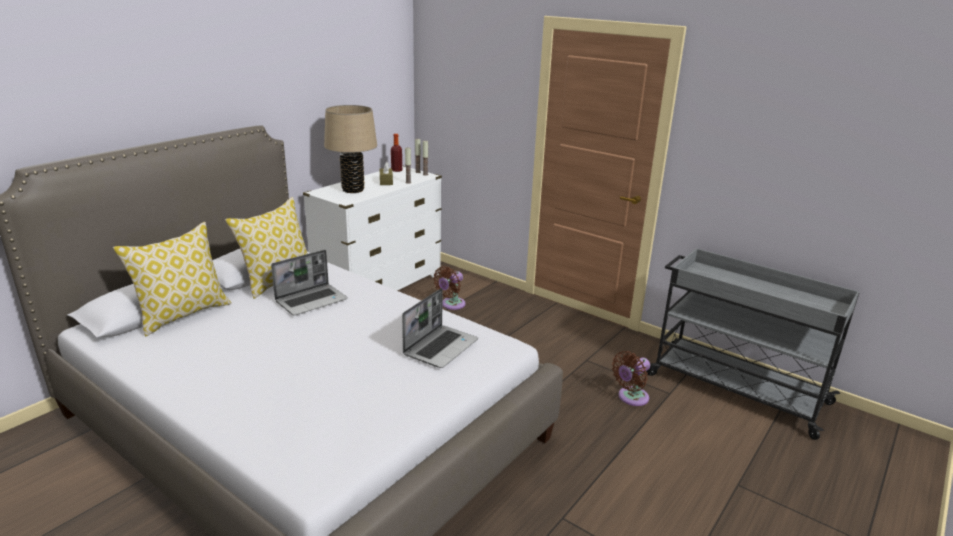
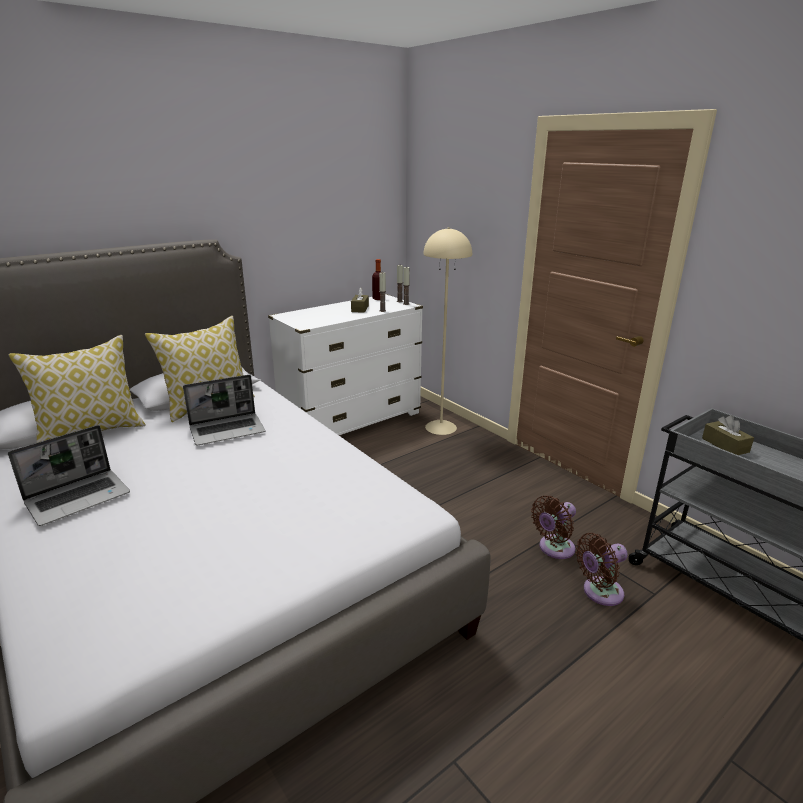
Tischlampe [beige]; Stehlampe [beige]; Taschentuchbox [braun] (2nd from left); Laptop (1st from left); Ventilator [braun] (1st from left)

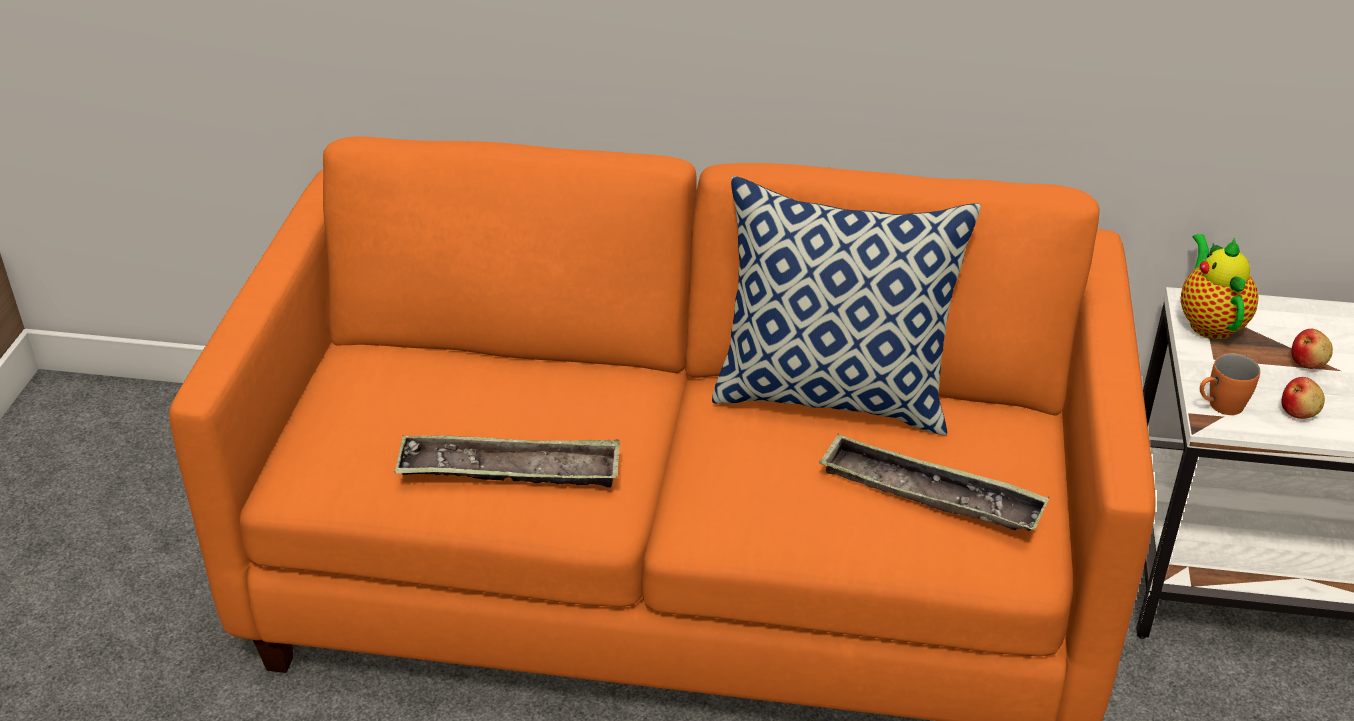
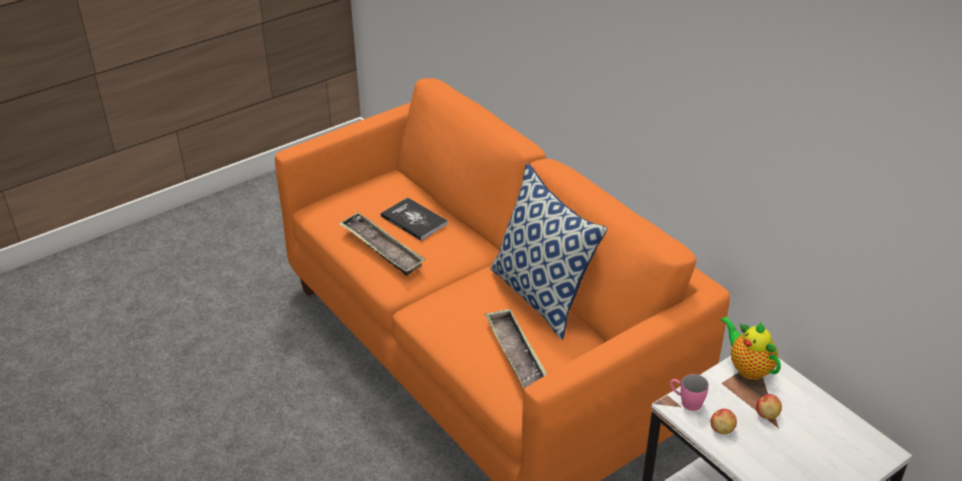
Buch; Henkelbecher [rosa]; Teekanne

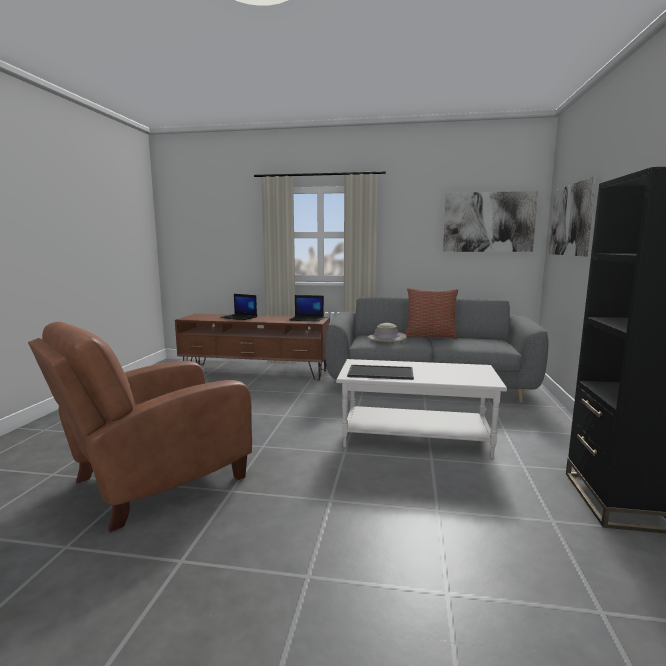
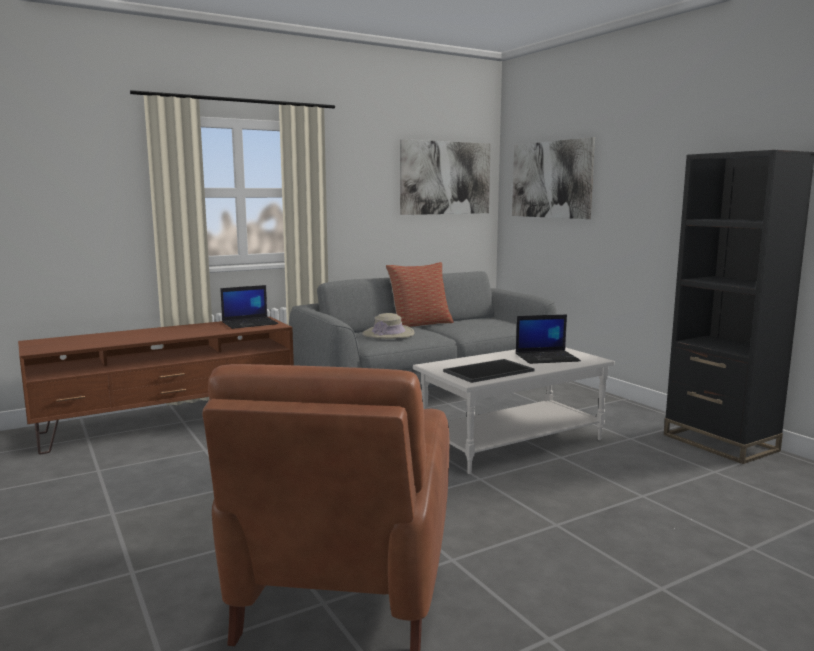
Laptop (2nd from left)

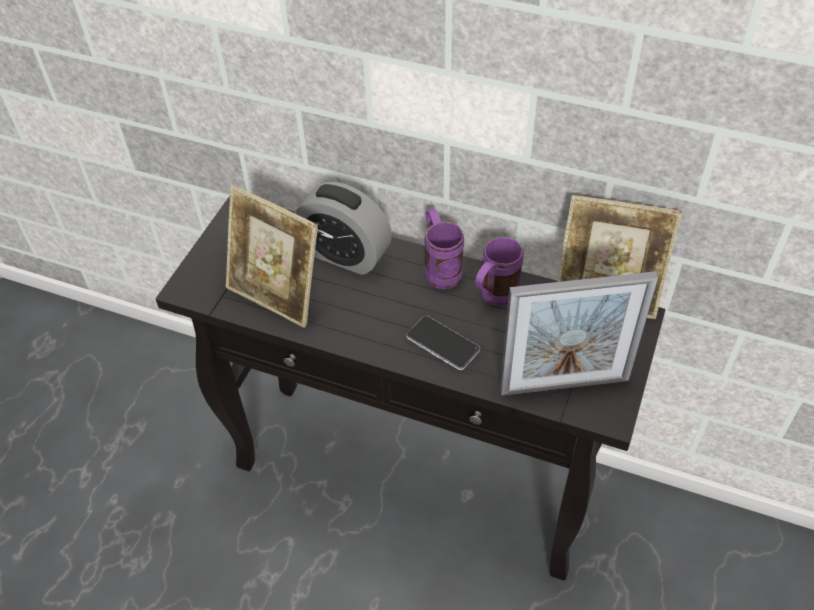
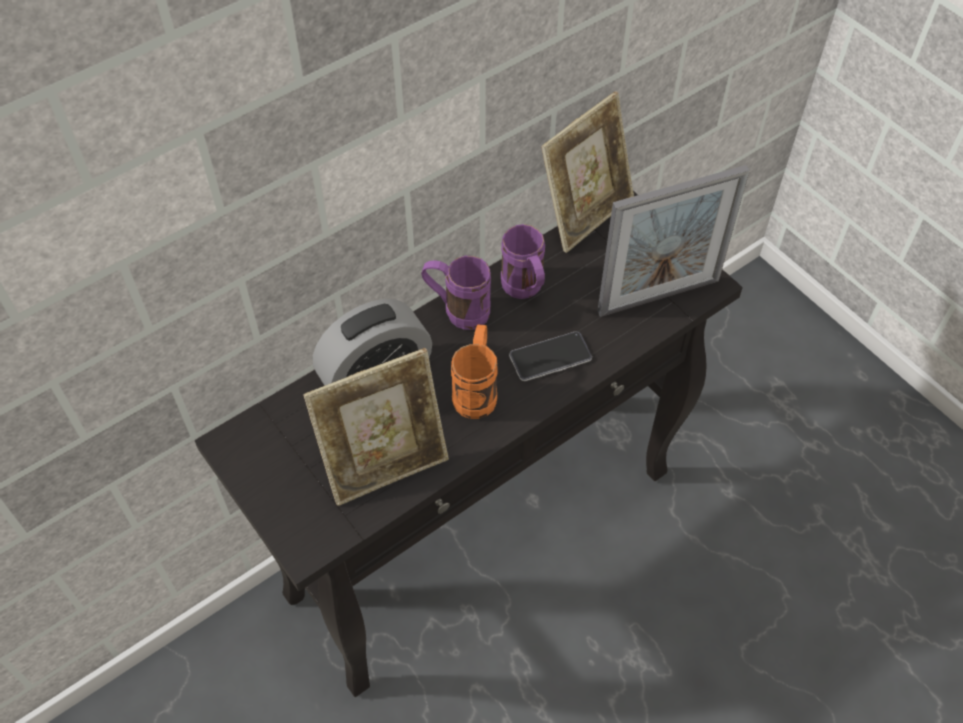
Henkelbecher [orange]; Bilderrahmen (3rd from left)

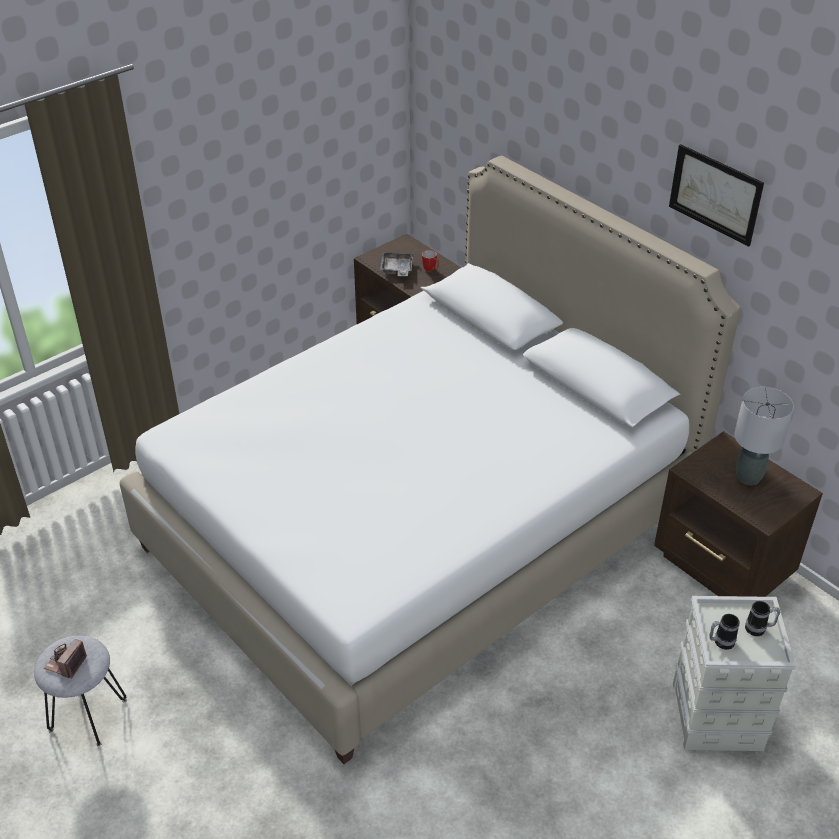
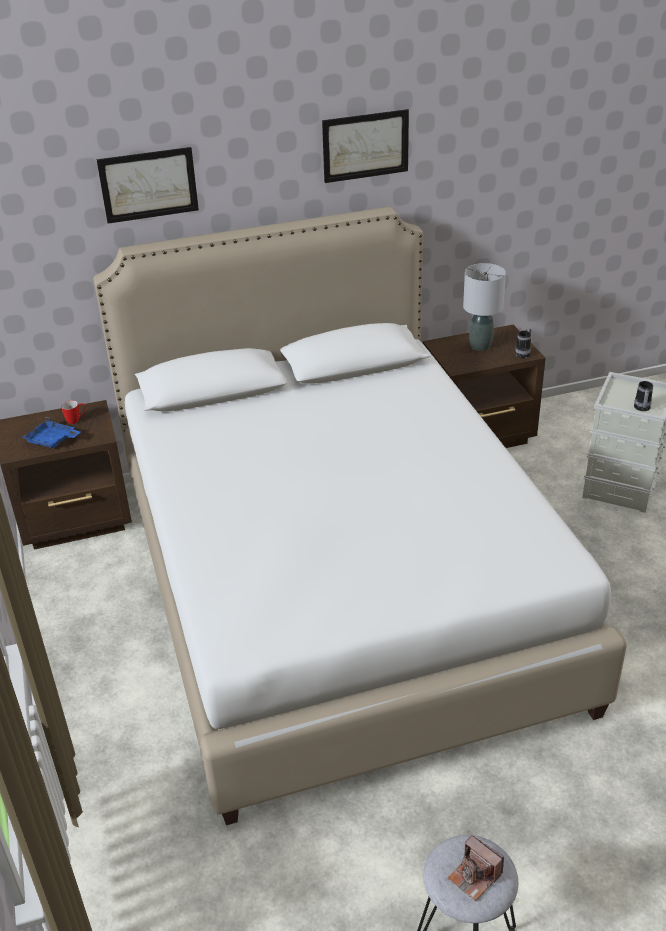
Bild (1st from left); Henkelbecher (2nd from left); Tablett [blau]

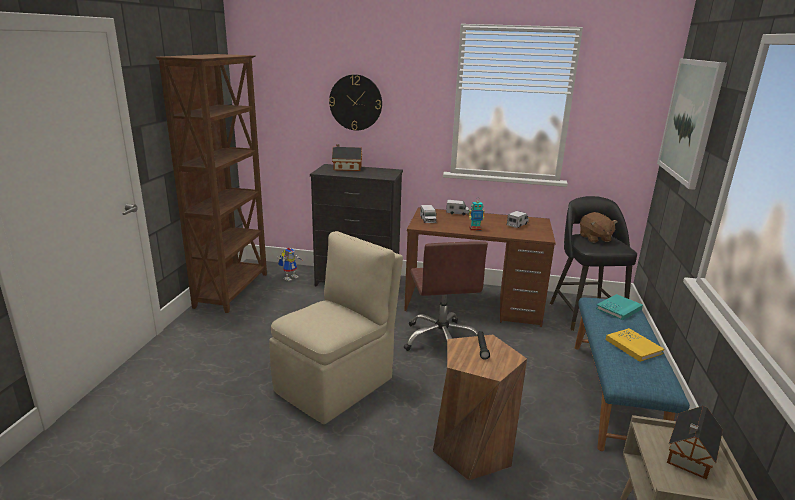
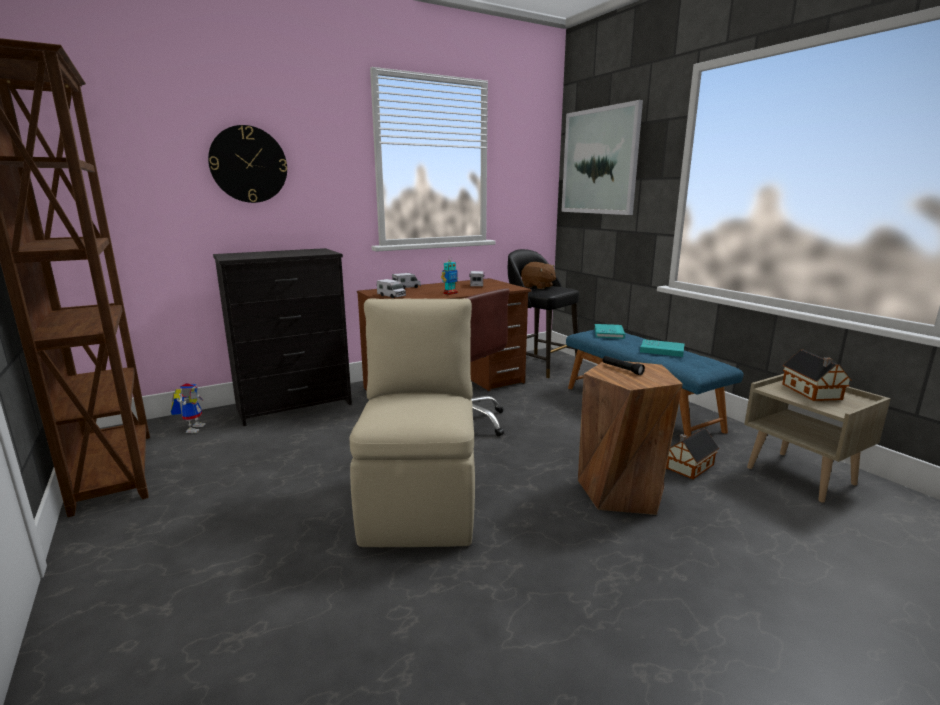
Spielzeughaus (1st from left); Buch [türkis] (2nd from left)

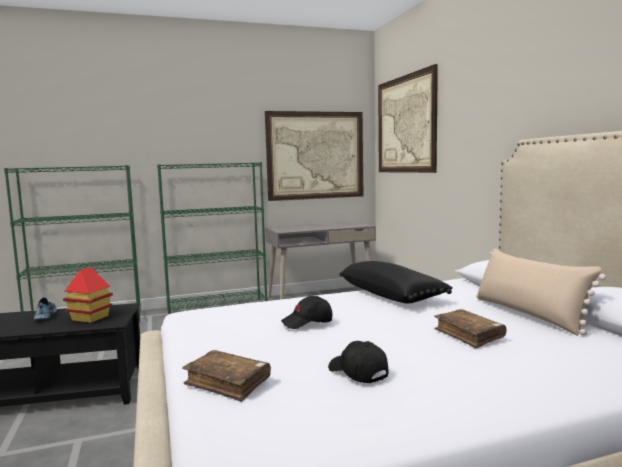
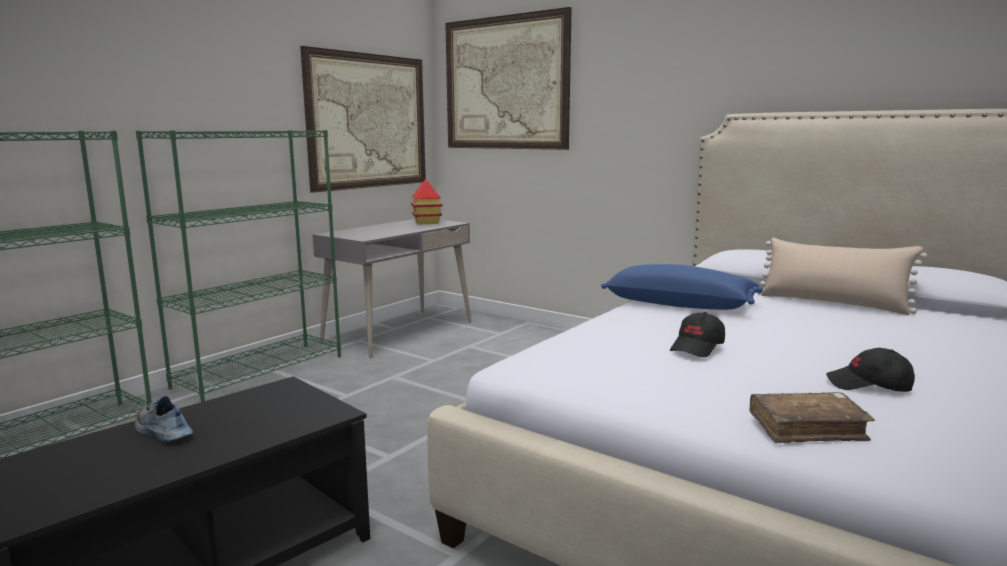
Buch [braun] (2nd from left in the first image); Spielzeughaus; Kissen [blau]

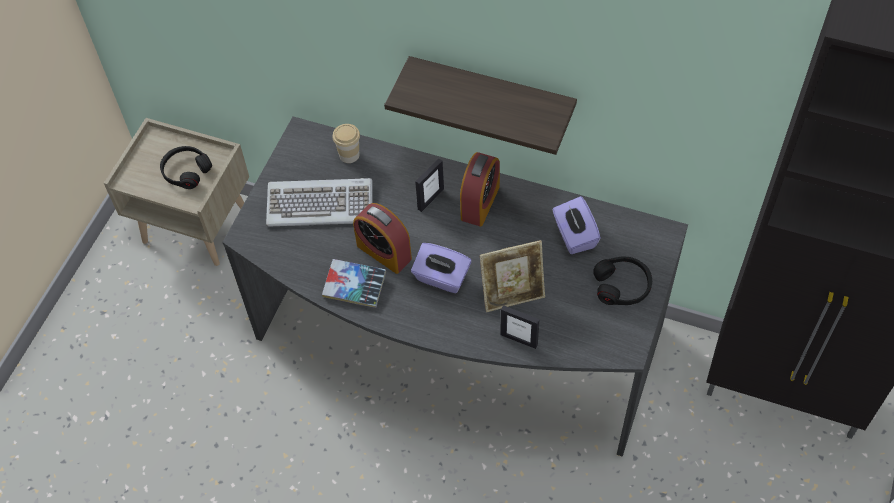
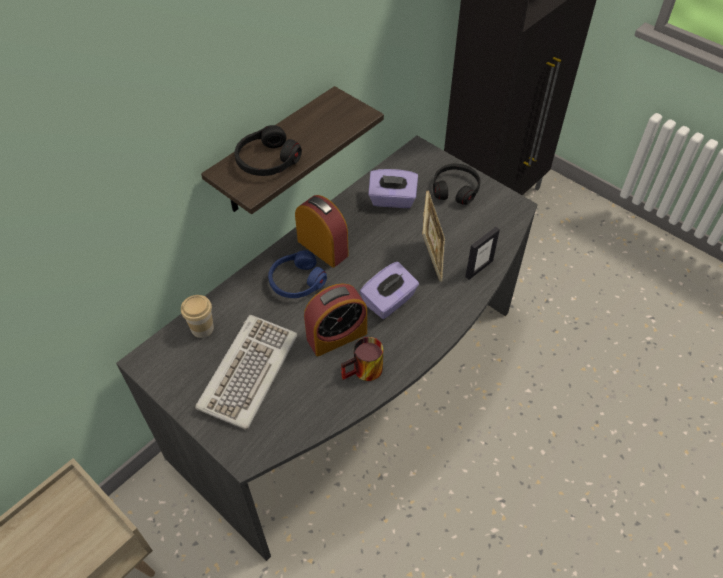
Kopfhörer [schwarz] (1st from left); Henkelbecher; Kopfhörer [blau]

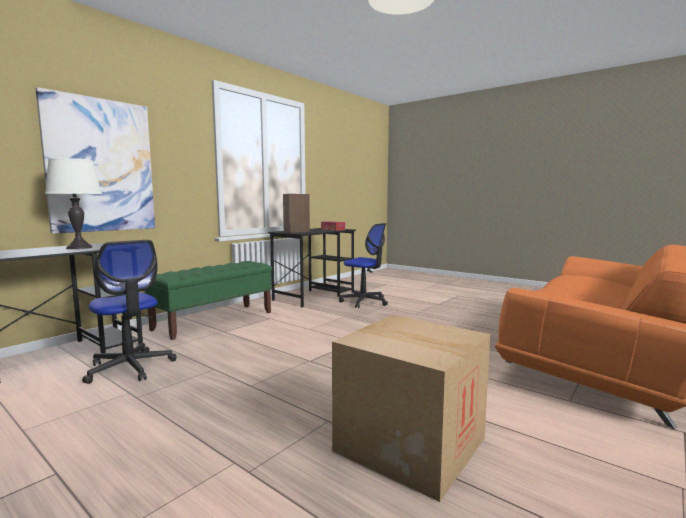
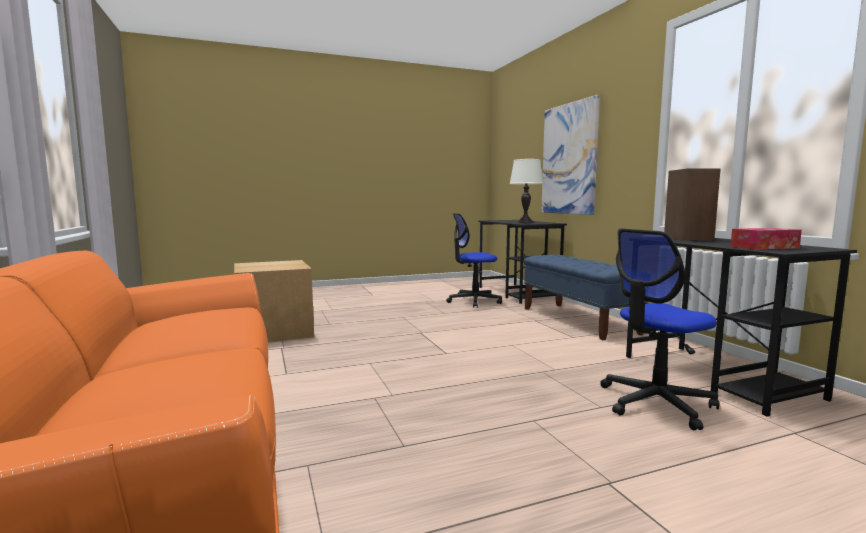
Bank [blau]

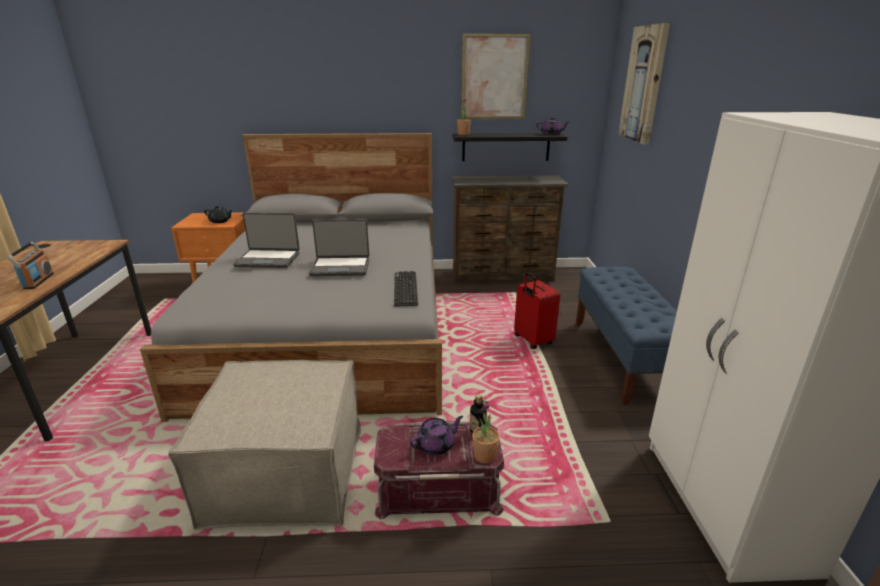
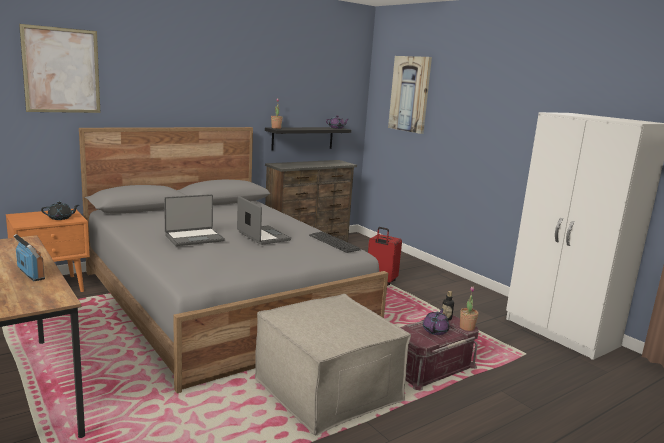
Bank [blau]; Bild (1st from left); Laptop (2nd from left)

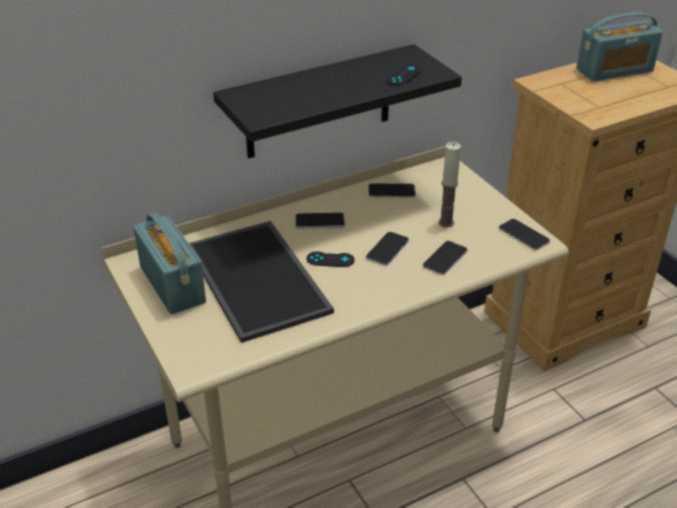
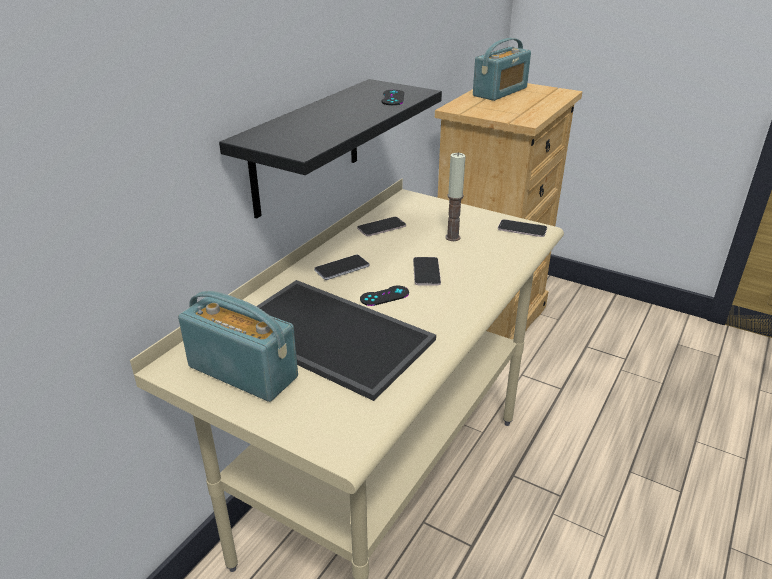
Handy (4th from left in the first image)

